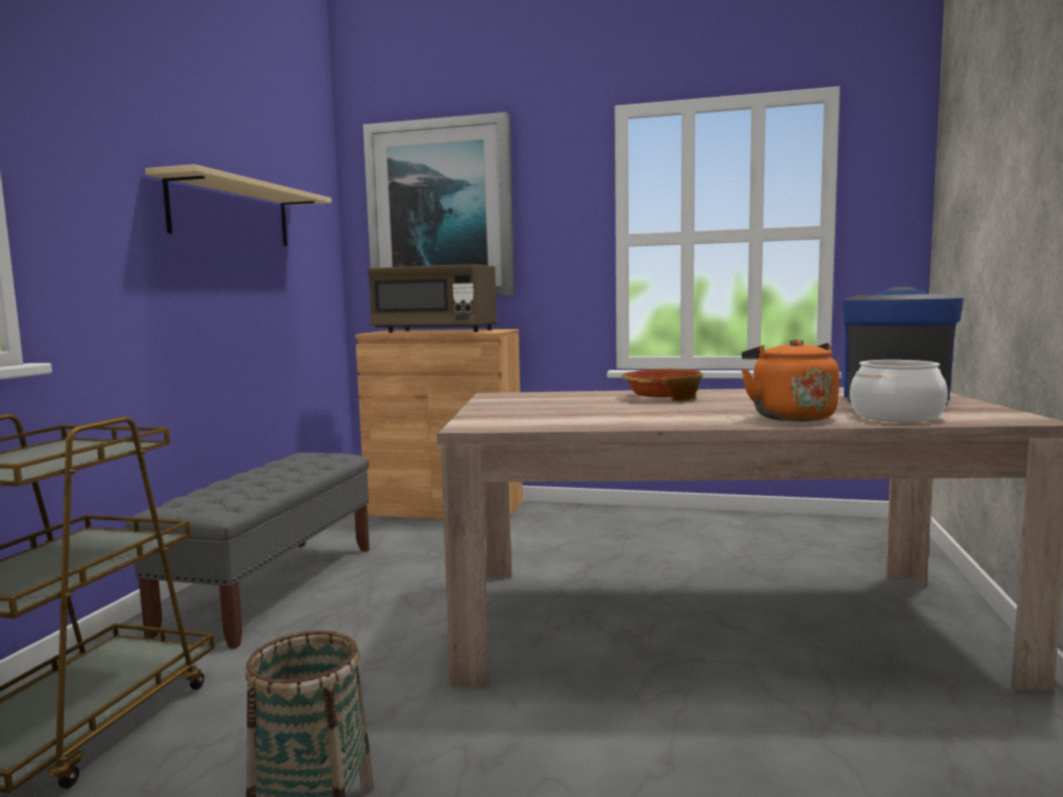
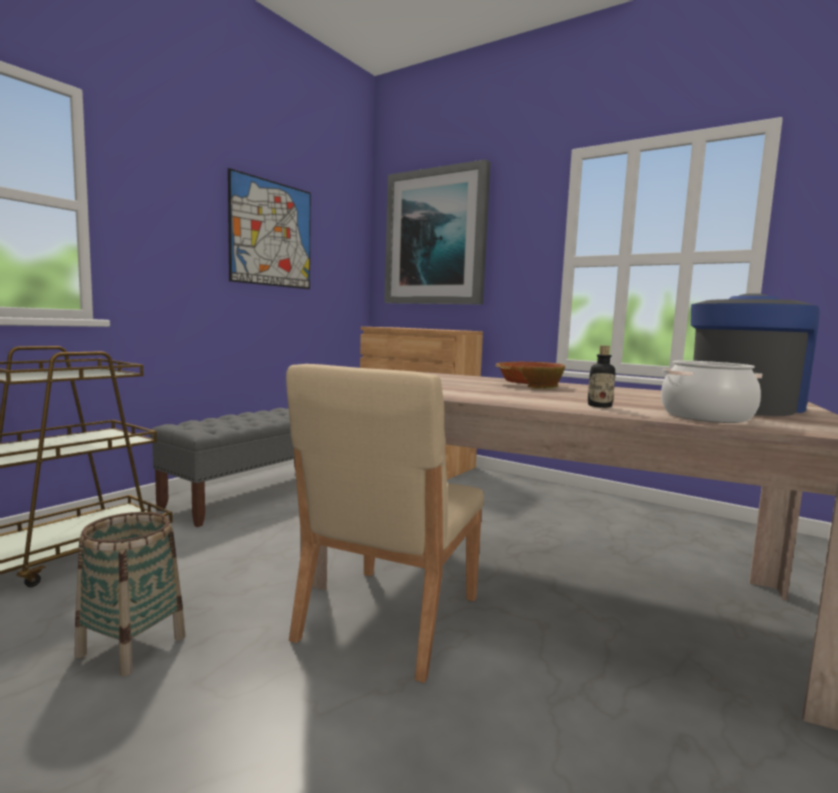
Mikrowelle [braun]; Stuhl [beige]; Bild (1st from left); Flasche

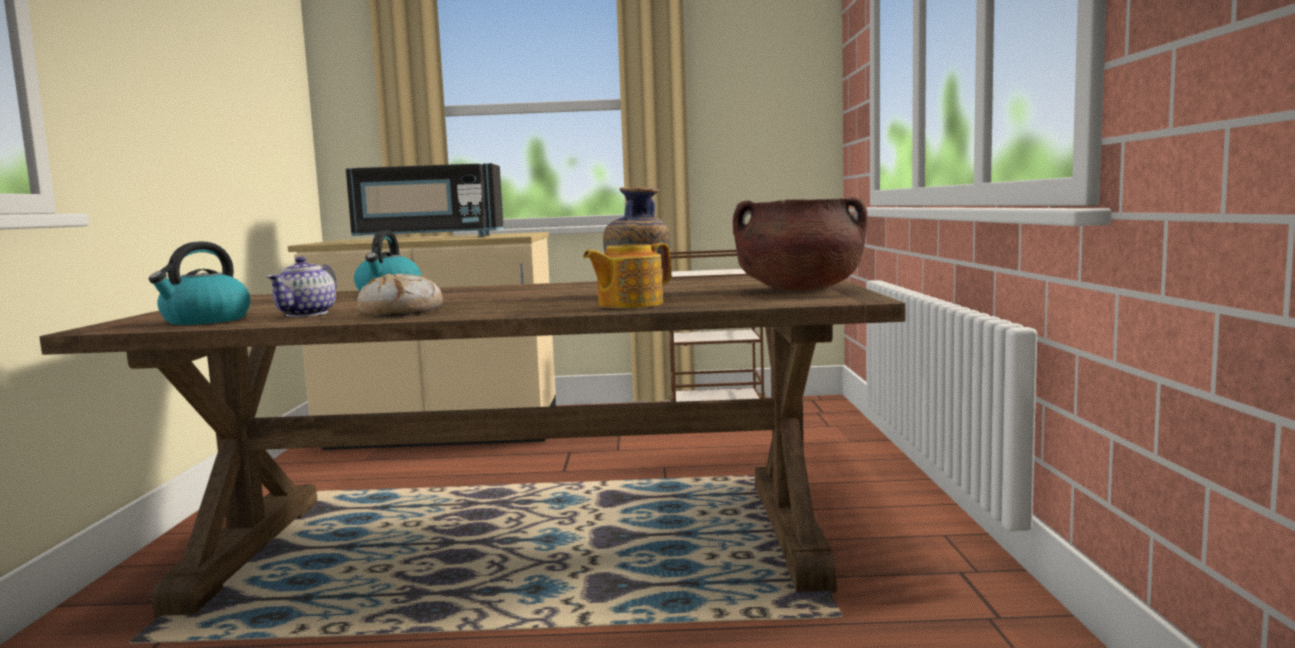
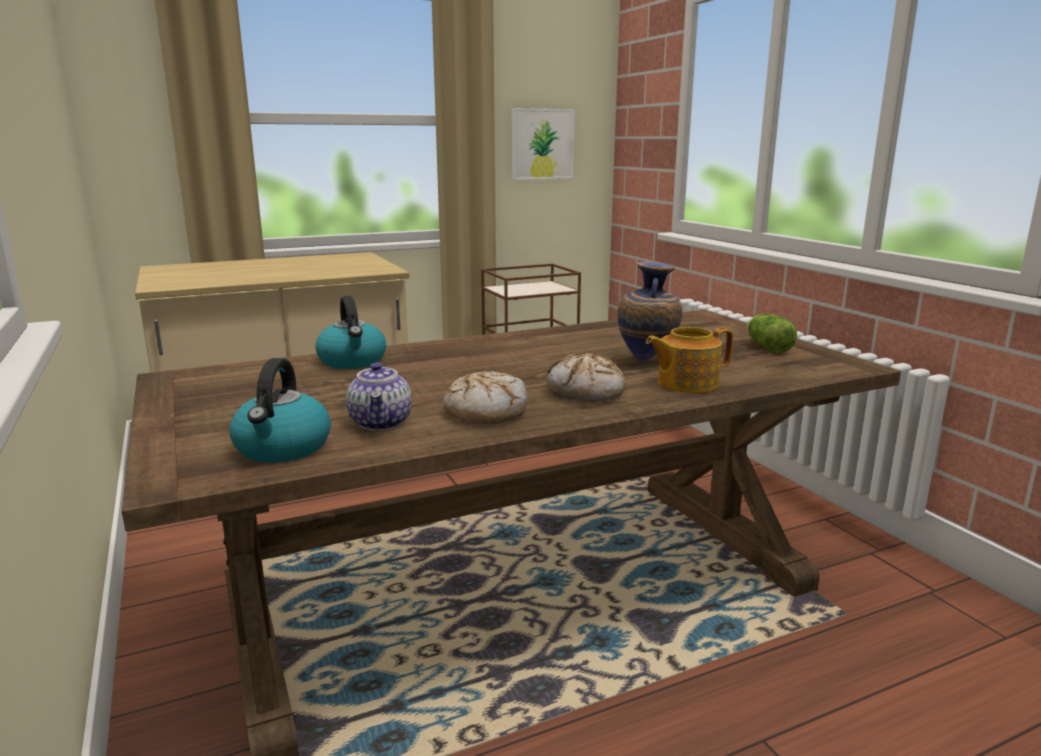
Mikrowelle [schwarz]; Bild; Brot (2nd from left); Salatkopf; Teekanne (2nd from left)

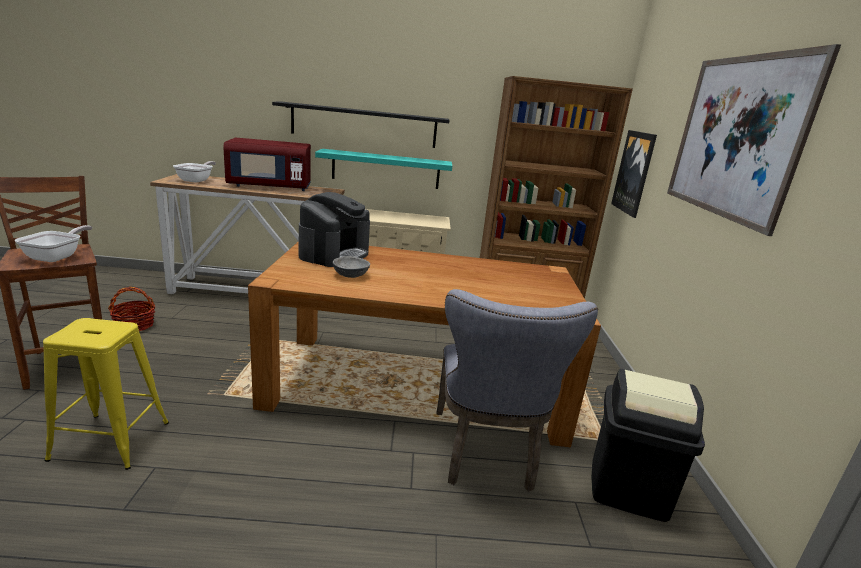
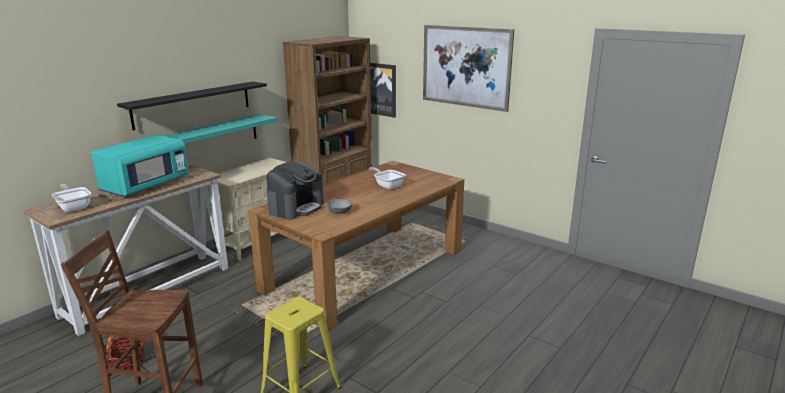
Stuhl [grau]; Mülleimer [schwarz]; Pfanne (2nd from left); Mikrowelle [türkis]; Kaffeemaschine

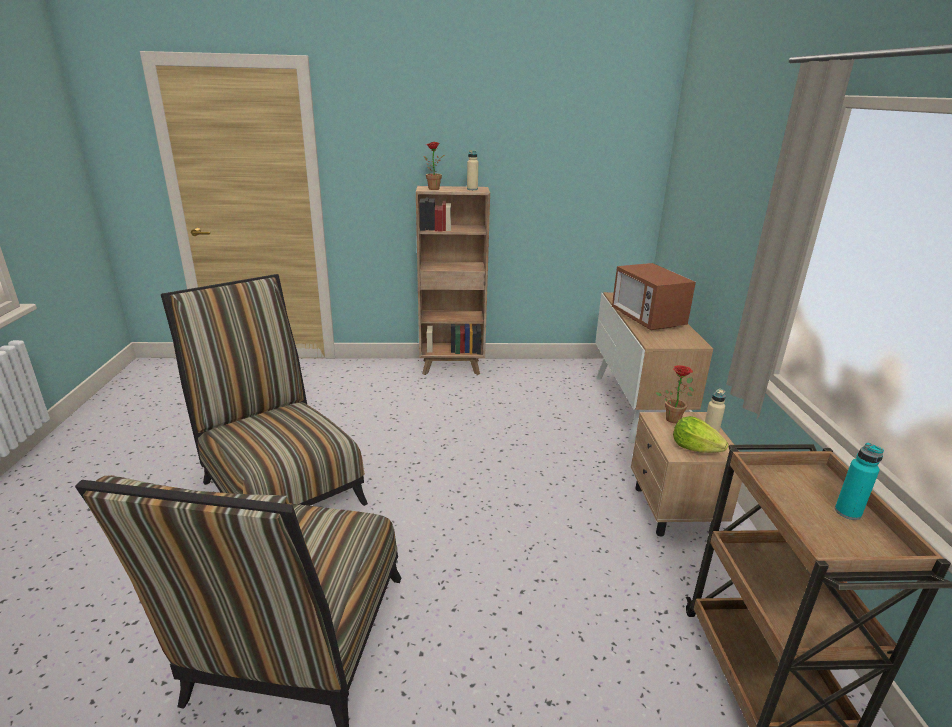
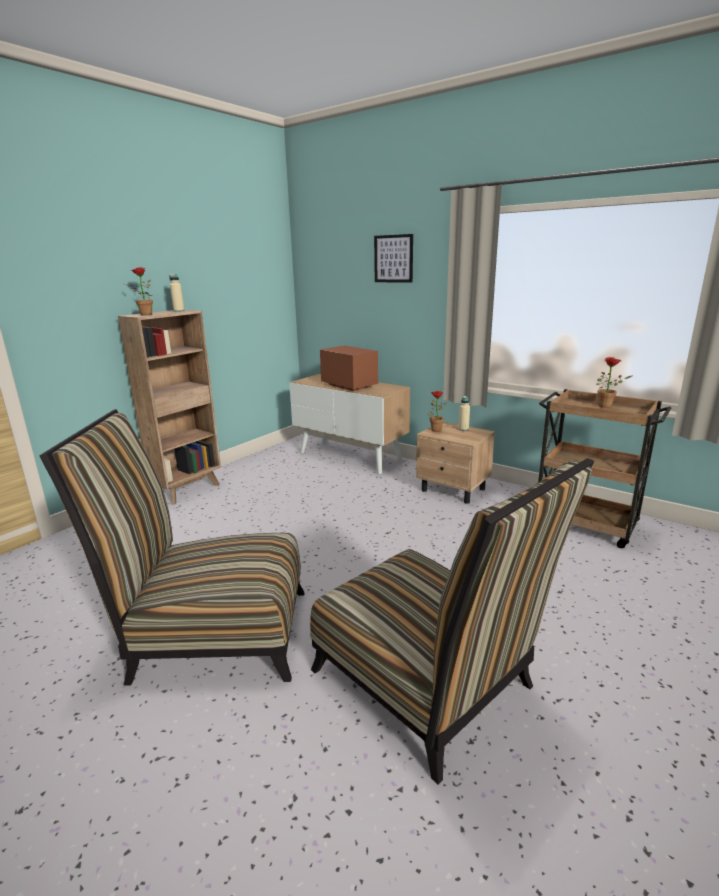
Salatkopf; Bild; Topfpflanze (3rd from left); Mikrowelle

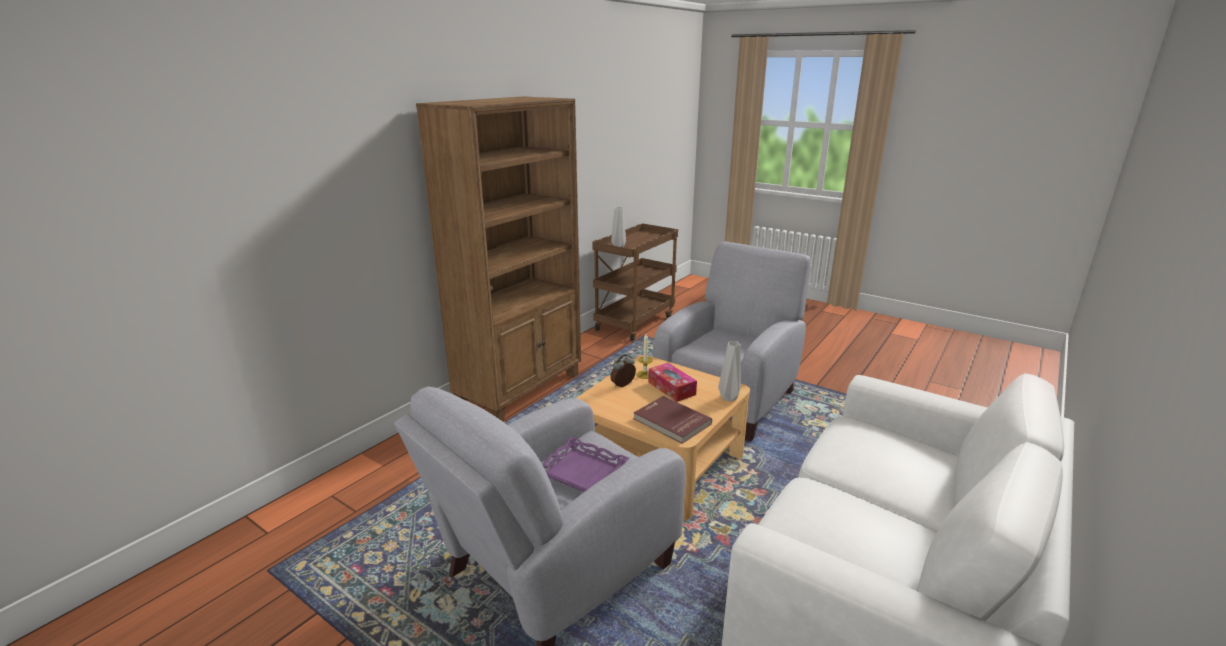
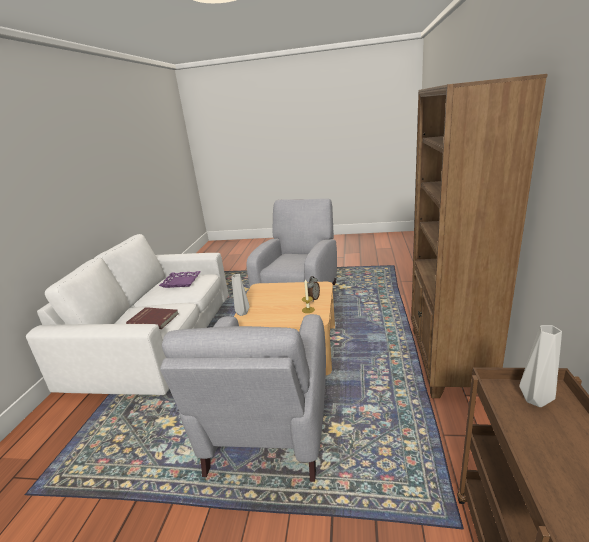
Taschentuchbox; Tablett [lila]; Buch [rot]

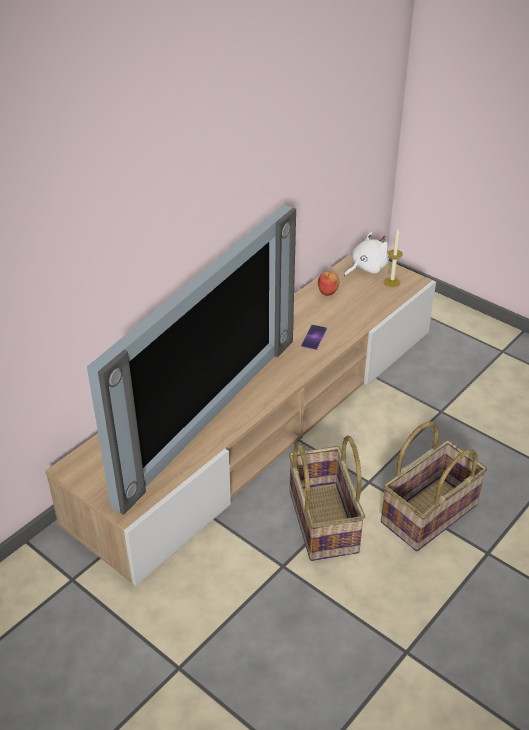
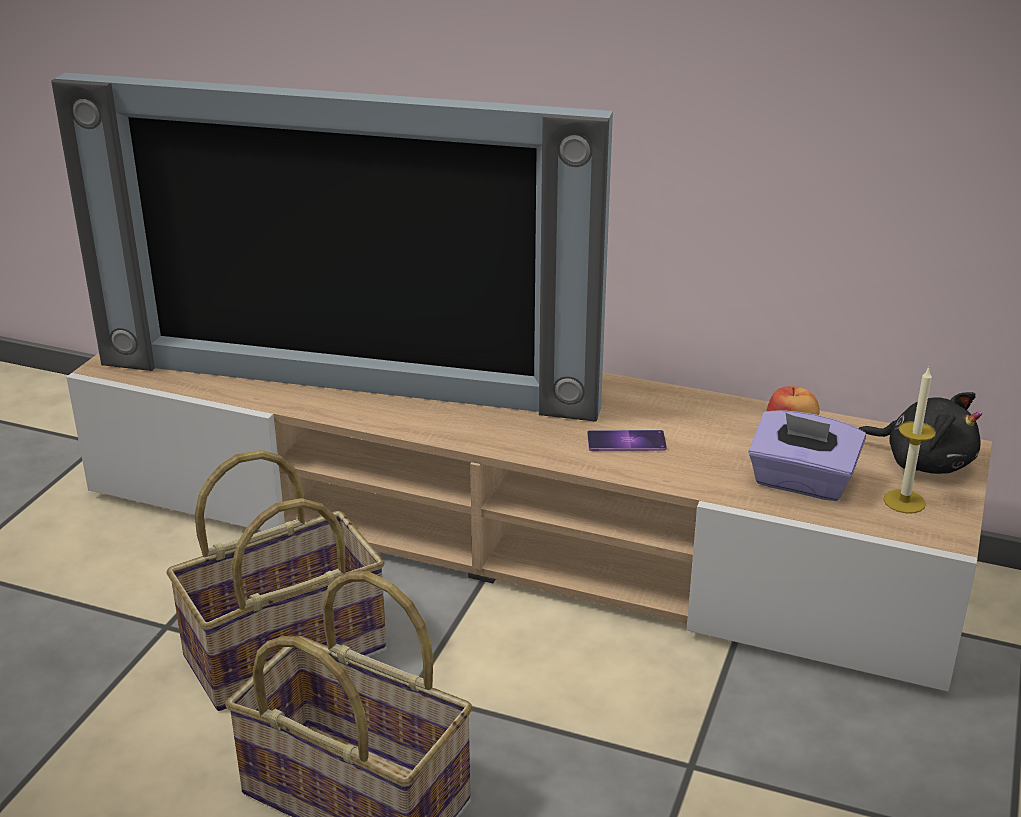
Taschentuchbox [lila]; Plüschtier [schwarz]

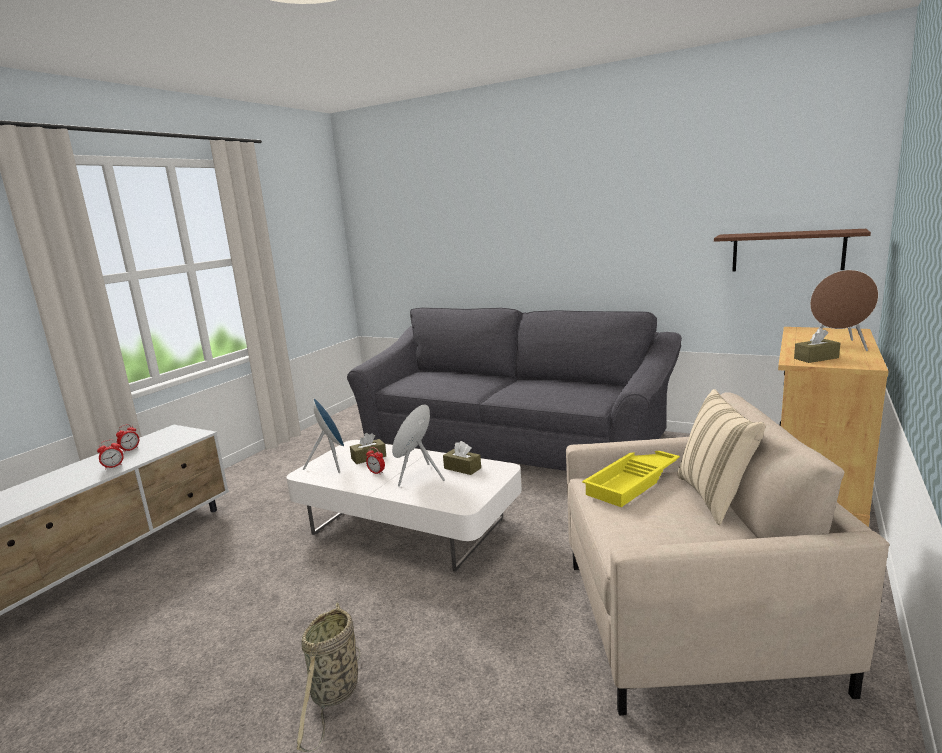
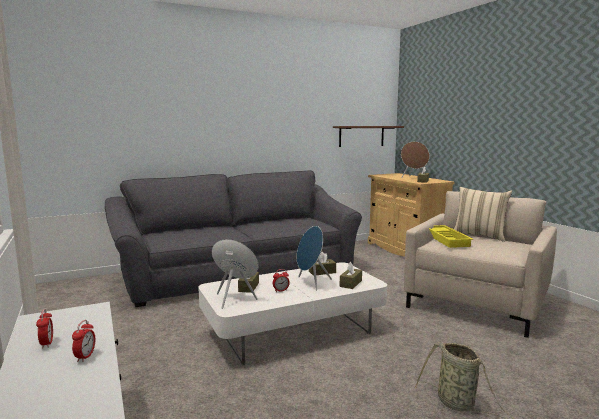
Taschentuchbox [braun] (3rd from left)

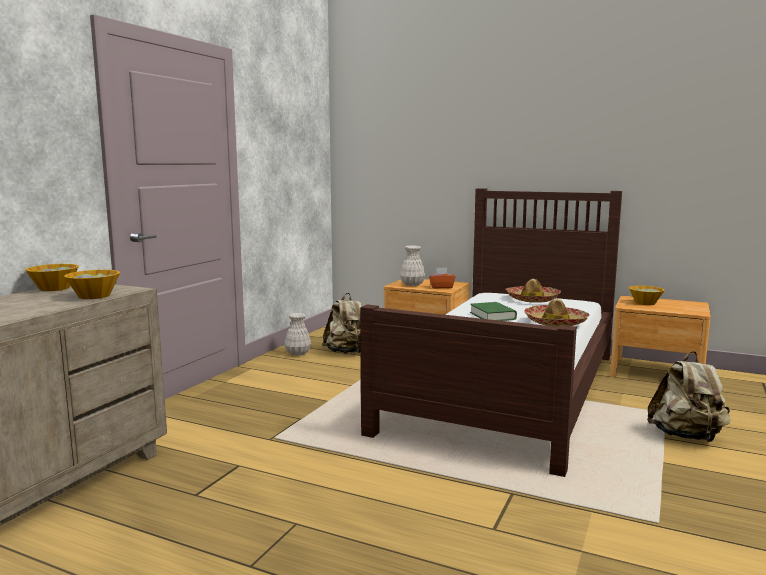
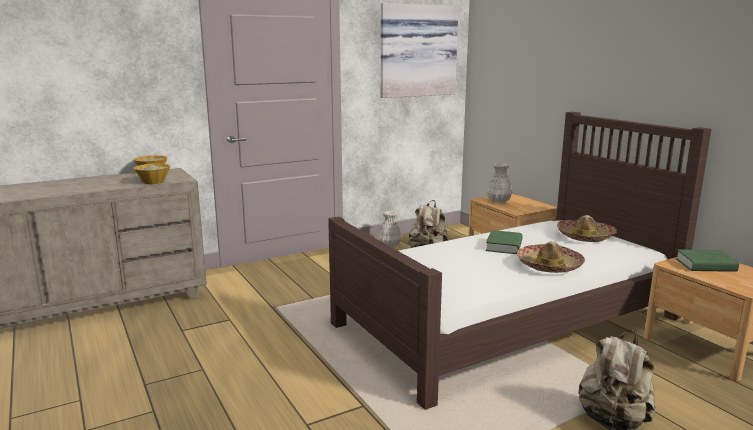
Taschentuchbox [orange]; Bild; Buch [grün] (2nd from left)

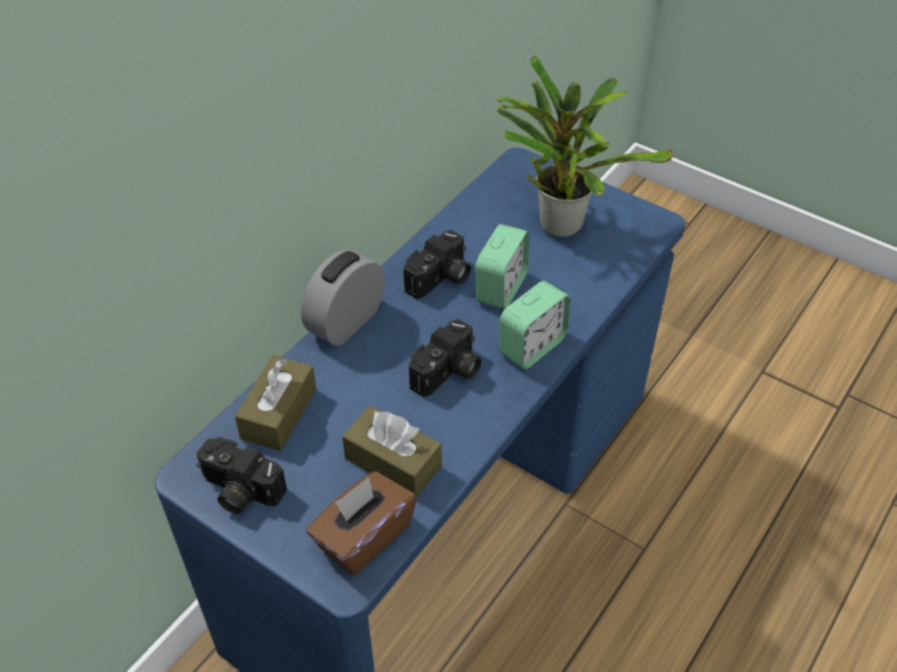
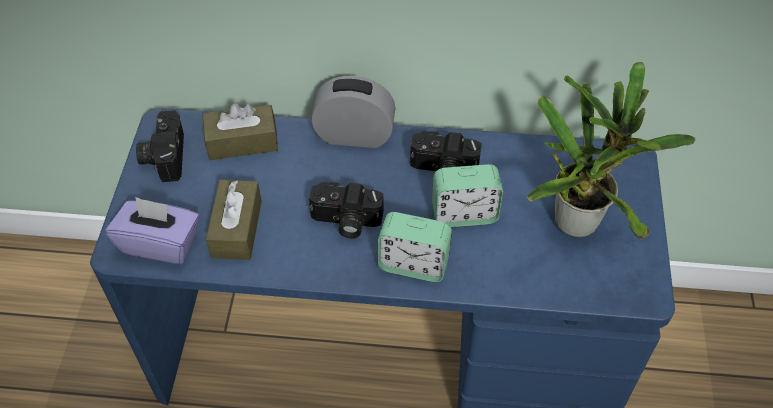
Taschentuchbox [lila]

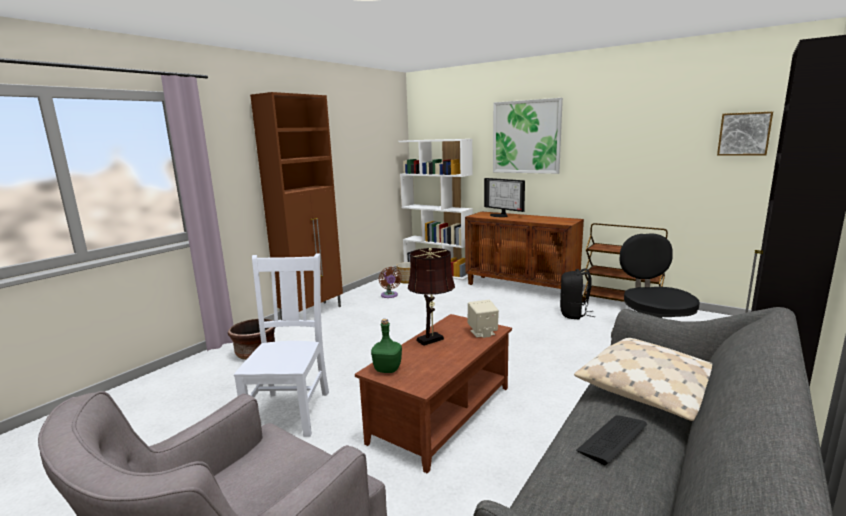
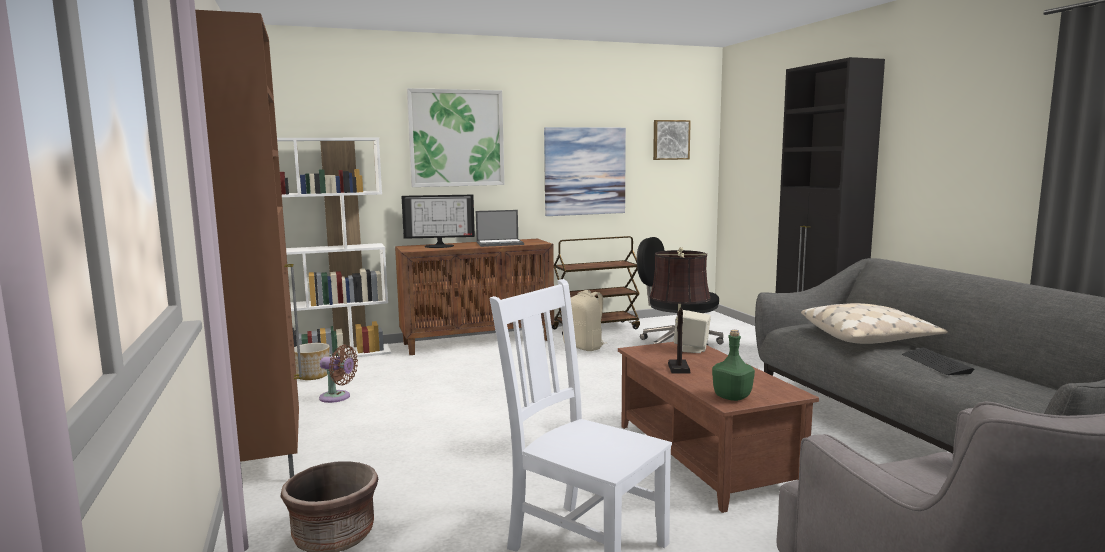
Laptop; Bild (2nd from left); Rucksack [beige]

